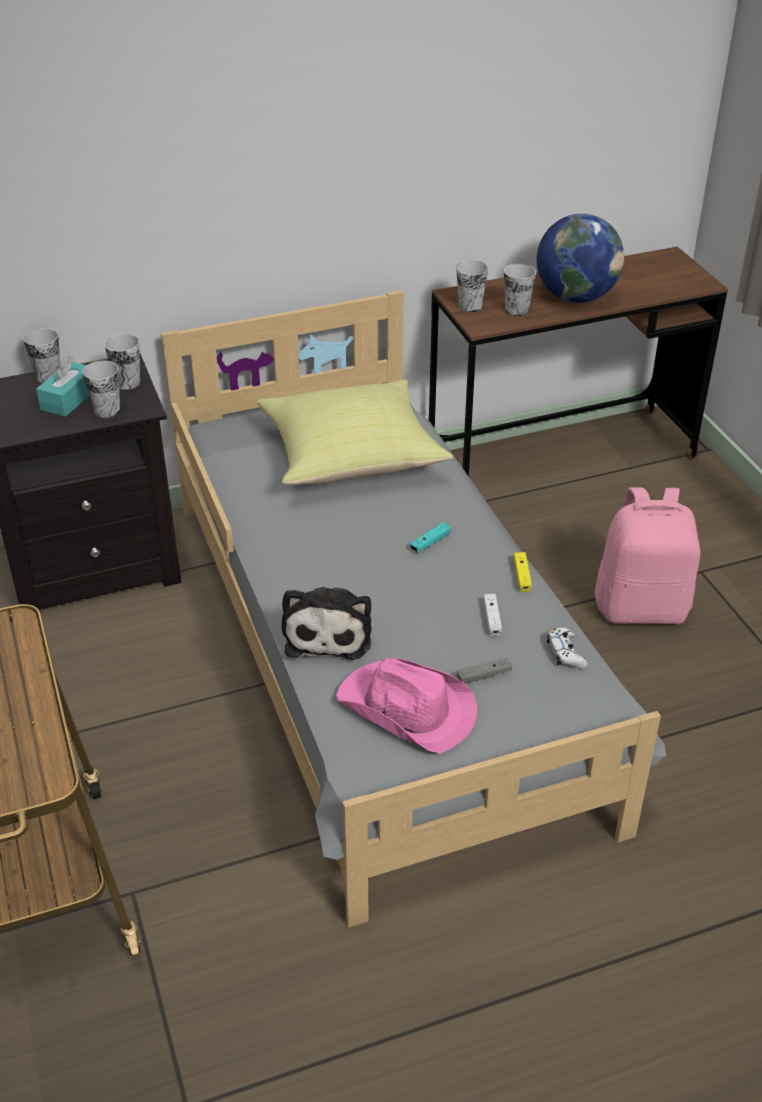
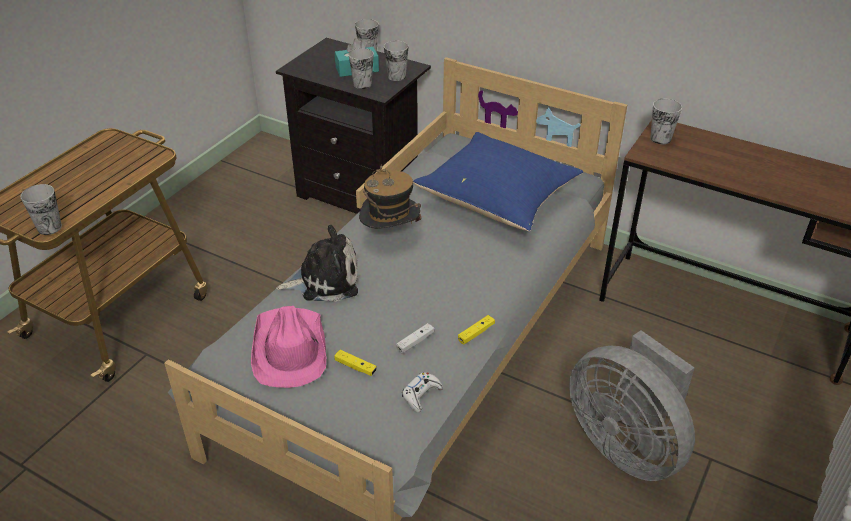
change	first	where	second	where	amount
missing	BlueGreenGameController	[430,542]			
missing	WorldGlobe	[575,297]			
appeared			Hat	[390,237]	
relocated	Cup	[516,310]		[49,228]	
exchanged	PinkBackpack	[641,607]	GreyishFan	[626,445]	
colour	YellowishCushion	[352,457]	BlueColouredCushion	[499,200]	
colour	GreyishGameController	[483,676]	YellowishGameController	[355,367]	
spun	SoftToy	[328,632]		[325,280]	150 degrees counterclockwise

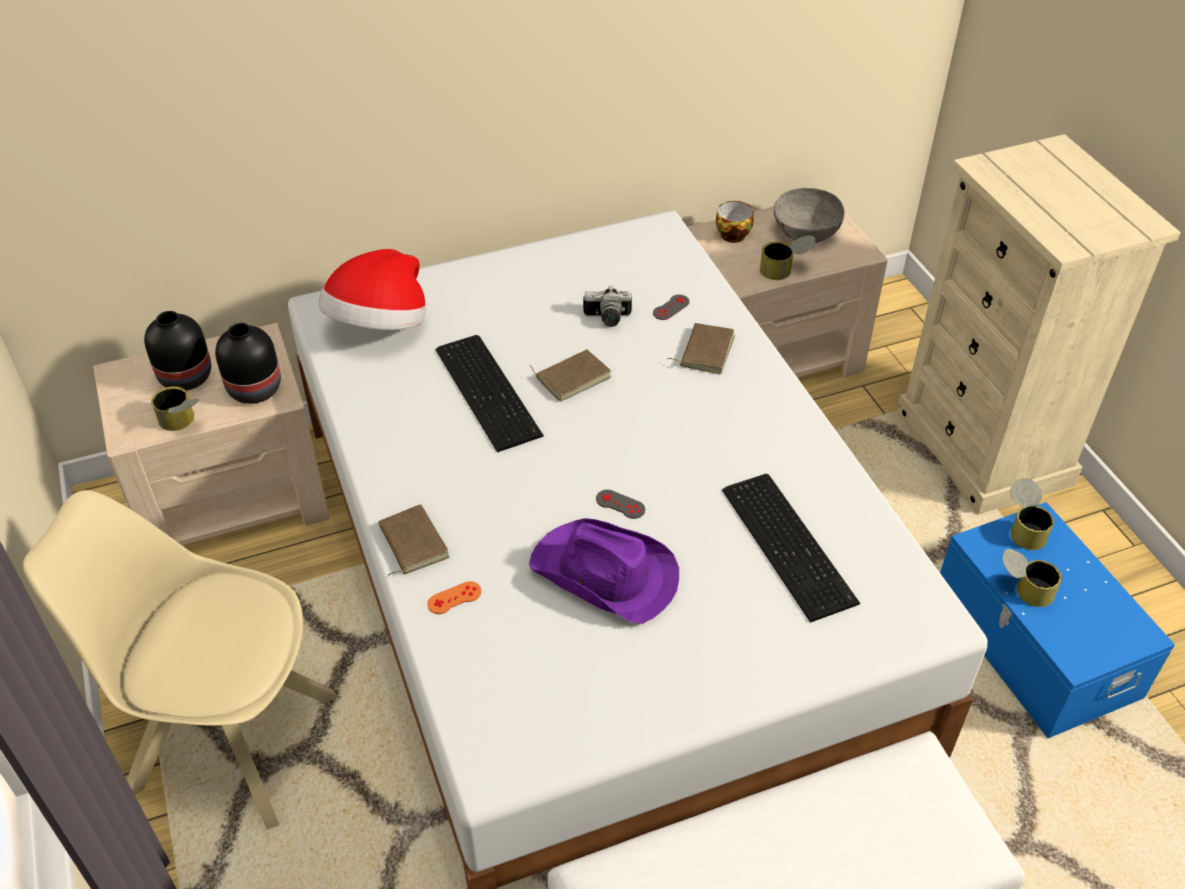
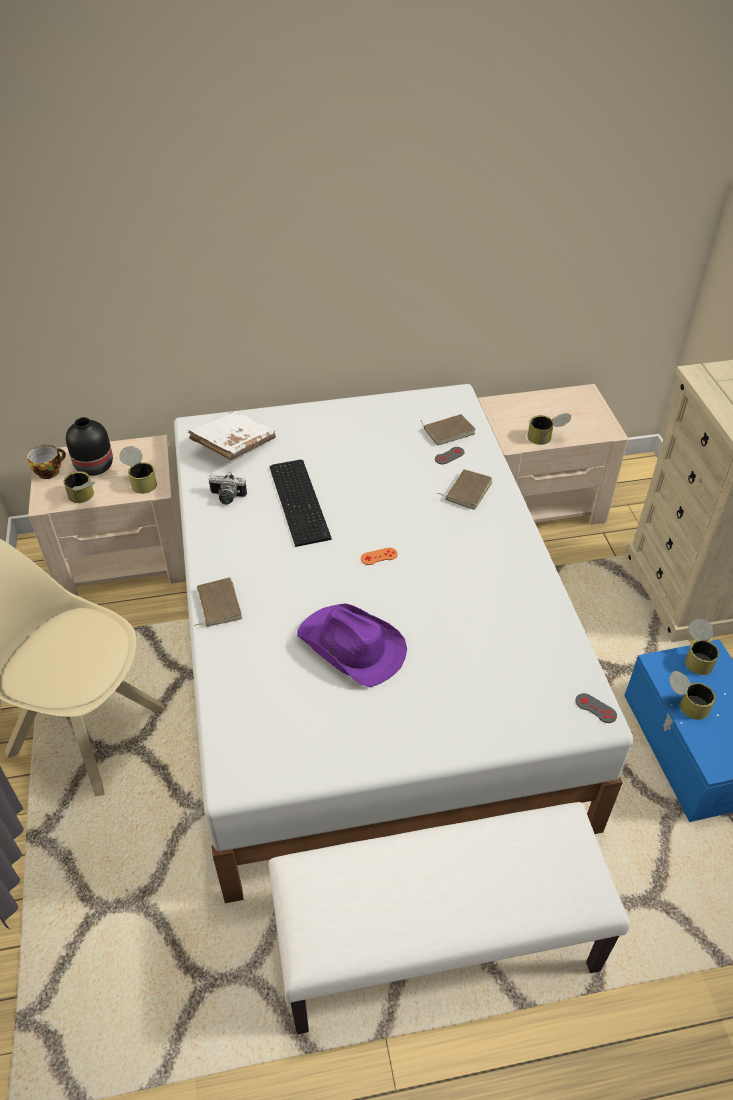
change	first	where	second	where	amount
missing	Keyboard	[790,542]			
missing	GreyishDeepDish	[806,231]			
relocated	OrangeGameController	[454,598]		[379,556]	
relocated	BrownColouredBook	[572,376]		[448,431]	
relocated	PhotoCamera	[607,319]		[226,497]	
relocated	GreyishGameController	[620,504]		[595,708]	
relocated	Cup	[733,233]		[49,471]	
exchanged	BlackDecorativeVase	[256,389]	Can	[140,480]	
exchanged	Hat	[380,326]	WhitishBook	[234,445]	

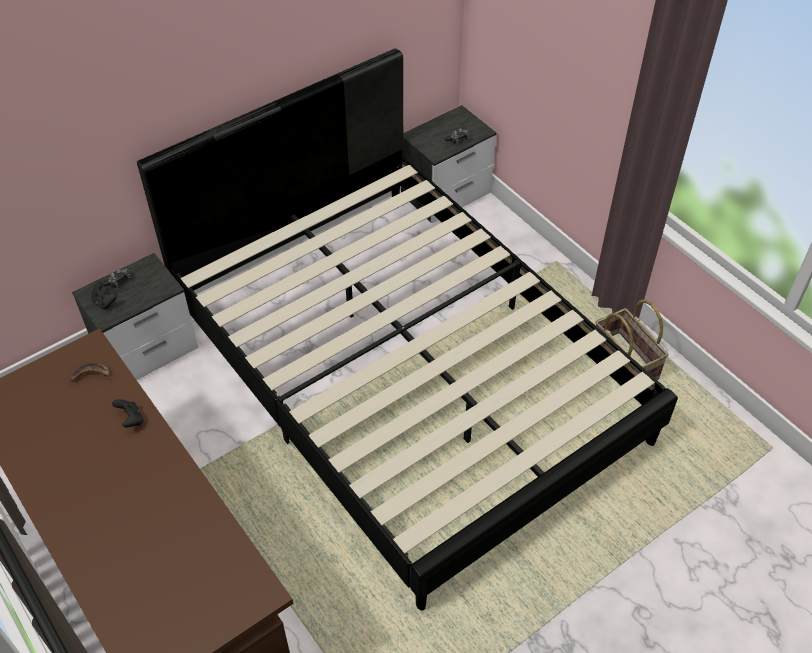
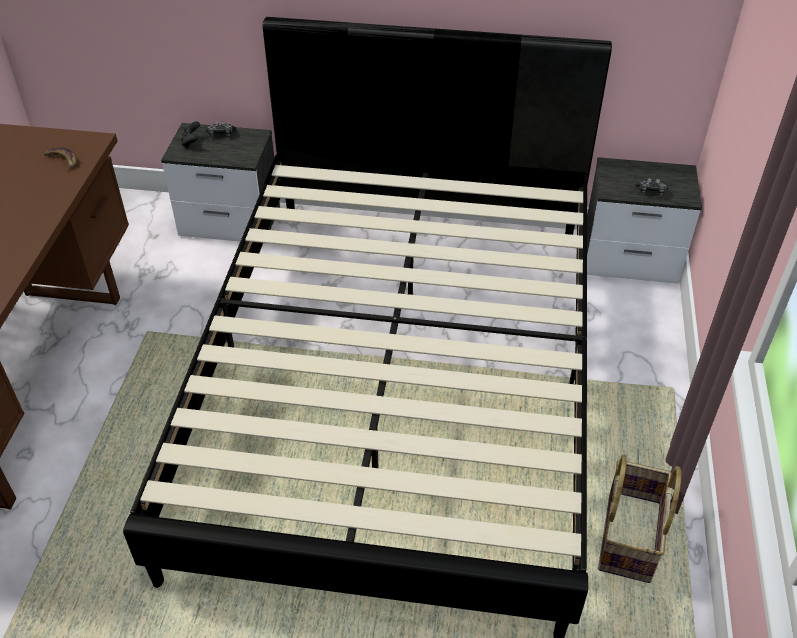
change	first	where	second	where	amount
missing	BlackGameController	[131,419]			

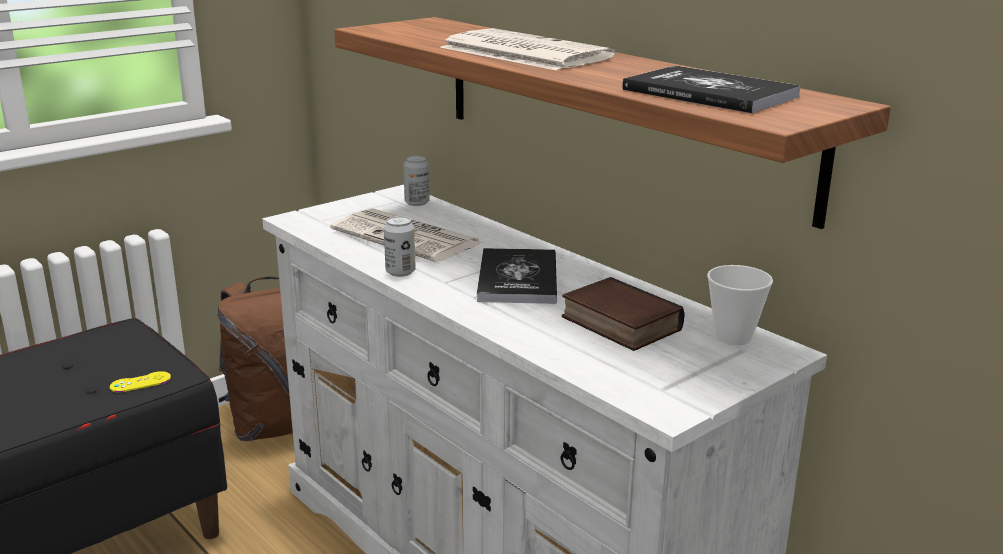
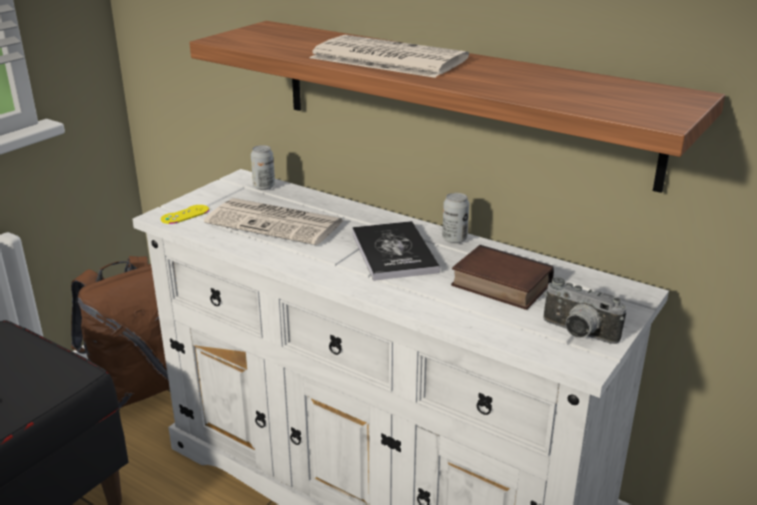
change	first	where	second	where	amount
missing	Book	[709,93]			
missing	Cup	[733,337]			
appeared			PhotoCamera	[577,334]	
relocated	YellowishGameController	[140,382]		[185,214]	
relocated	Can	[400,272]		[454,239]	

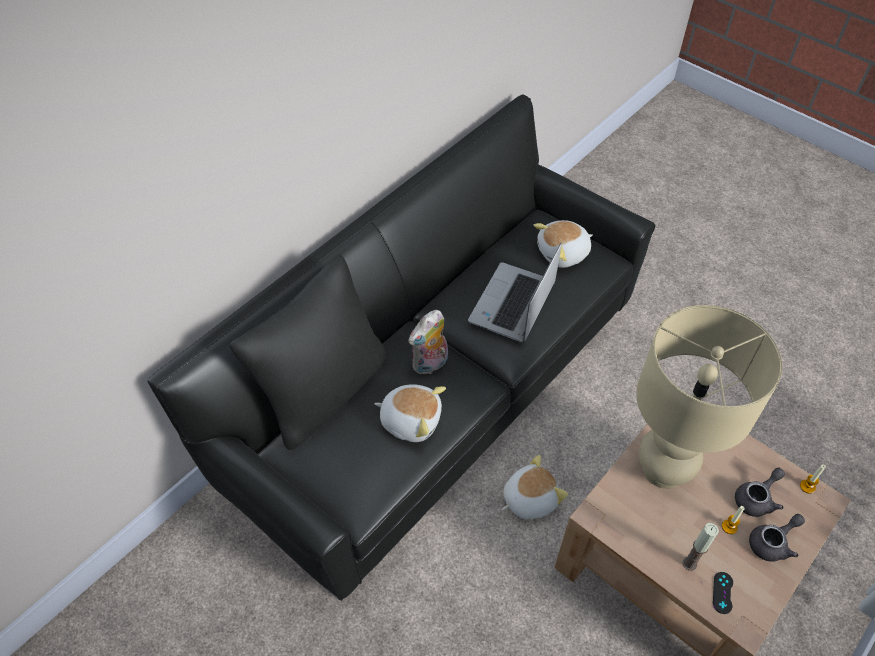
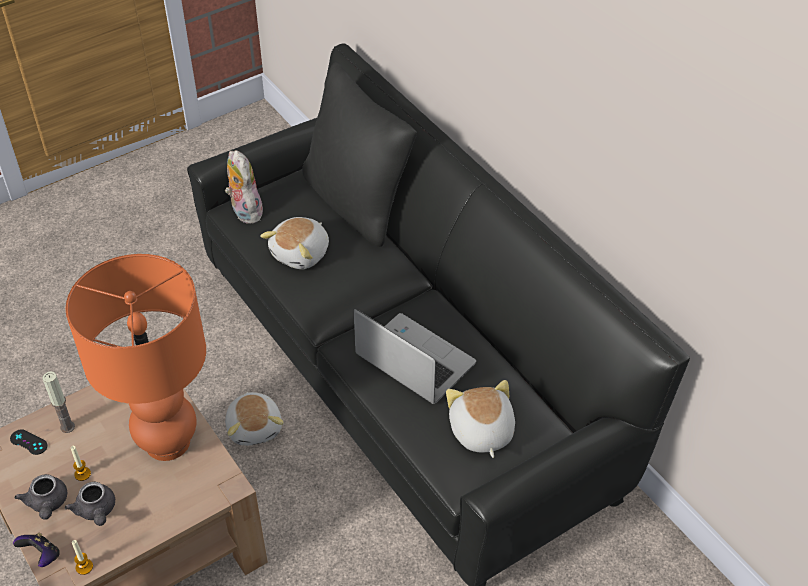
change	first	where	second	where	amount
appeared			GameController	[42,556]	
relocated	SoftToy	[430,365]		[244,211]	
colour	BeigeColouredTableLamp	[663,469]	OrangeTableLamp	[168,442]	

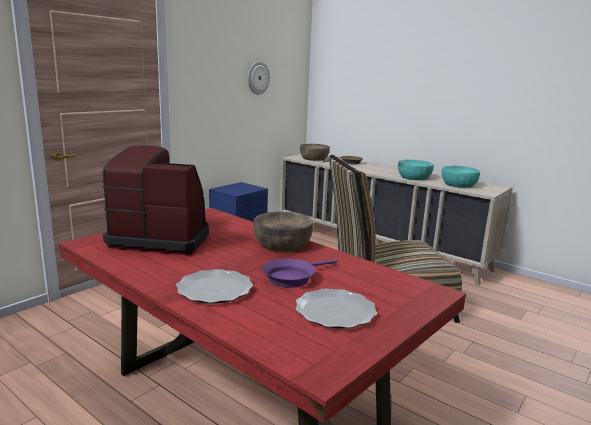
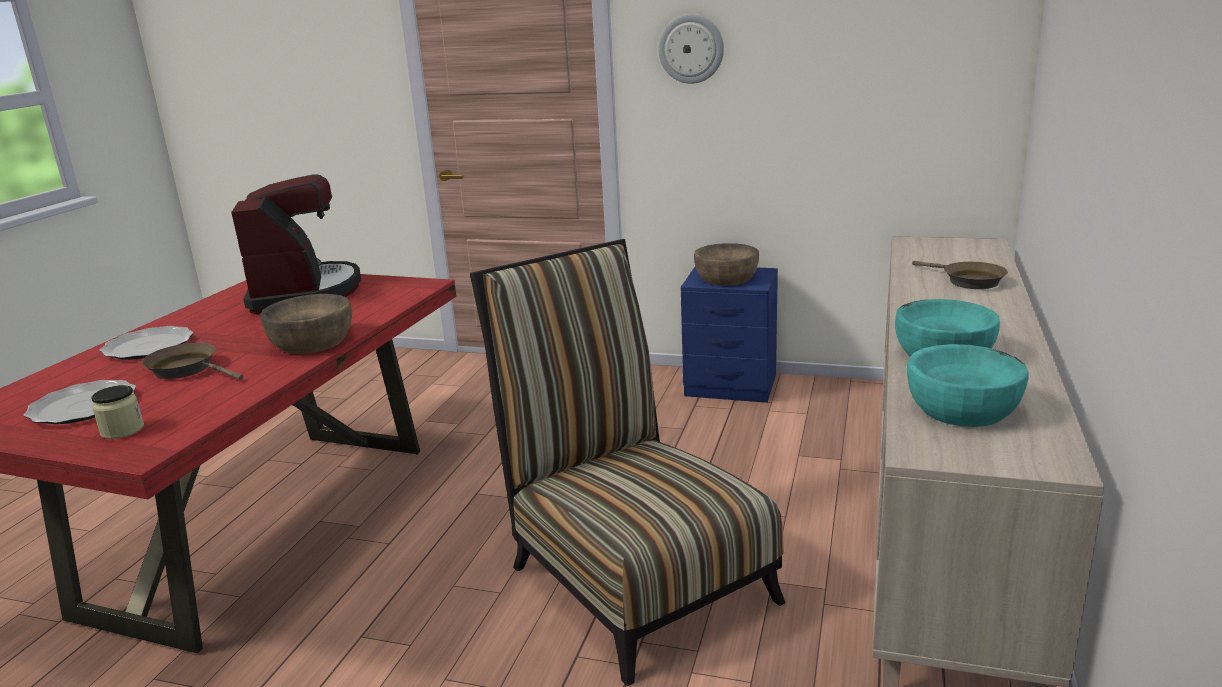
change	first	where	second	where	amount
appeared			Jar	[122,430]	
relocated	HangingClock	[258,78]		[691,49]	
relocated	BrownColouredDeepDish	[314,158]		[726,278]	
colour	PurpleColouredPan	[292,277]	BrownColouredPan	[188,369]	

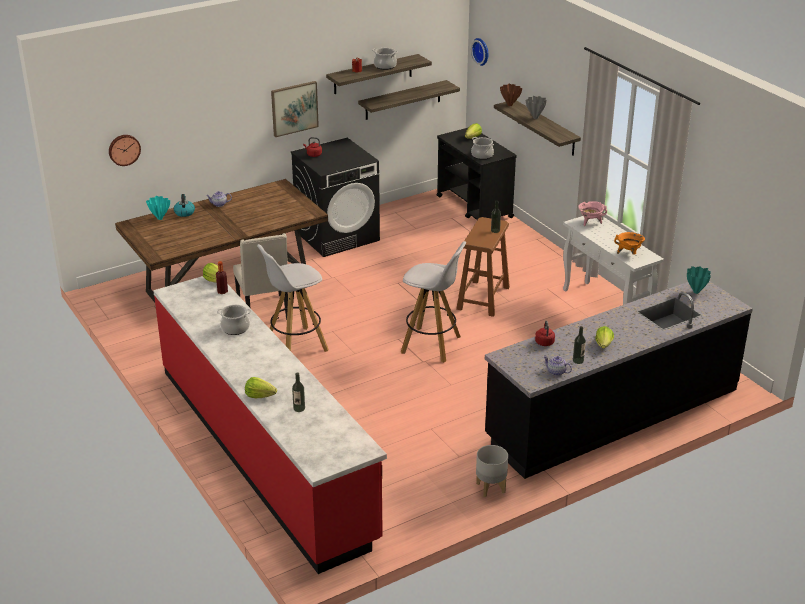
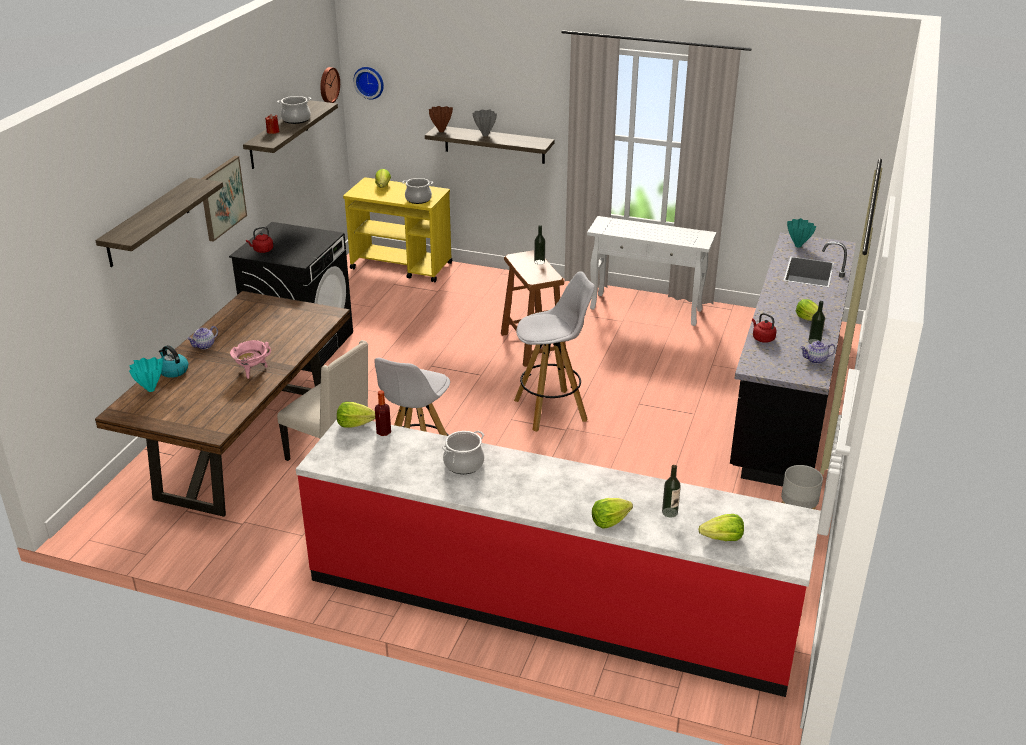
change	first	where	second	where	amount
missing	OrangeCookingPot	[628,253]			
appeared			LettuceHead	[722,539]	
relocated	HangingClock	[124,149]		[328,85]	
relocated	WallShelf	[403,100]		[148,222]	
relocated	PinkCookingPot	[590,222]		[252,371]	
colour	BlackCart	[474,207]	YellowishCart	[402,266]	

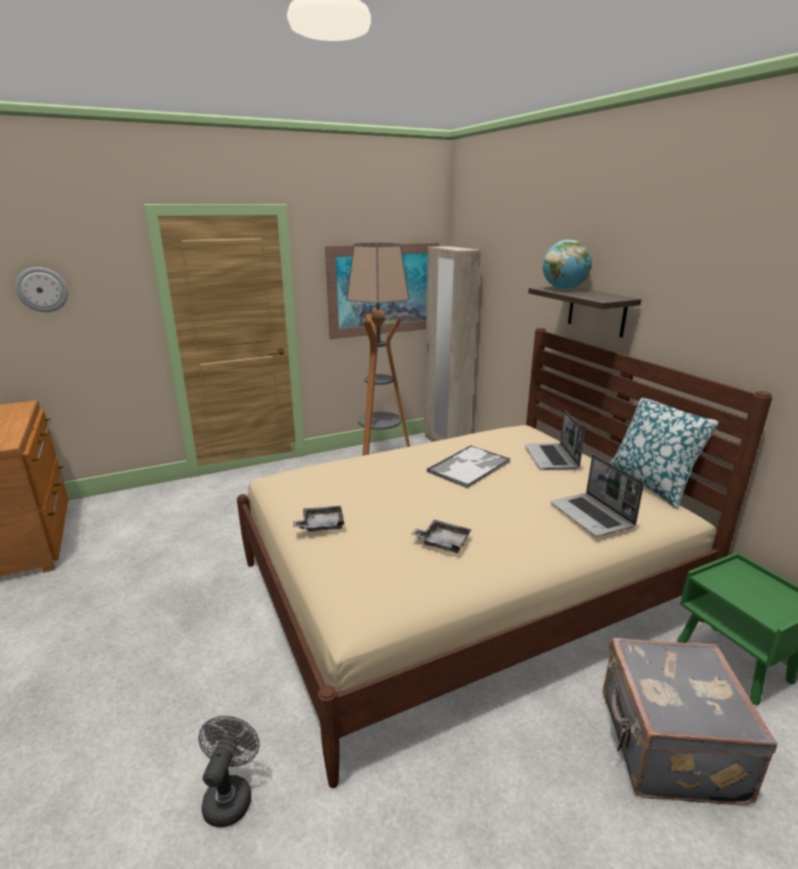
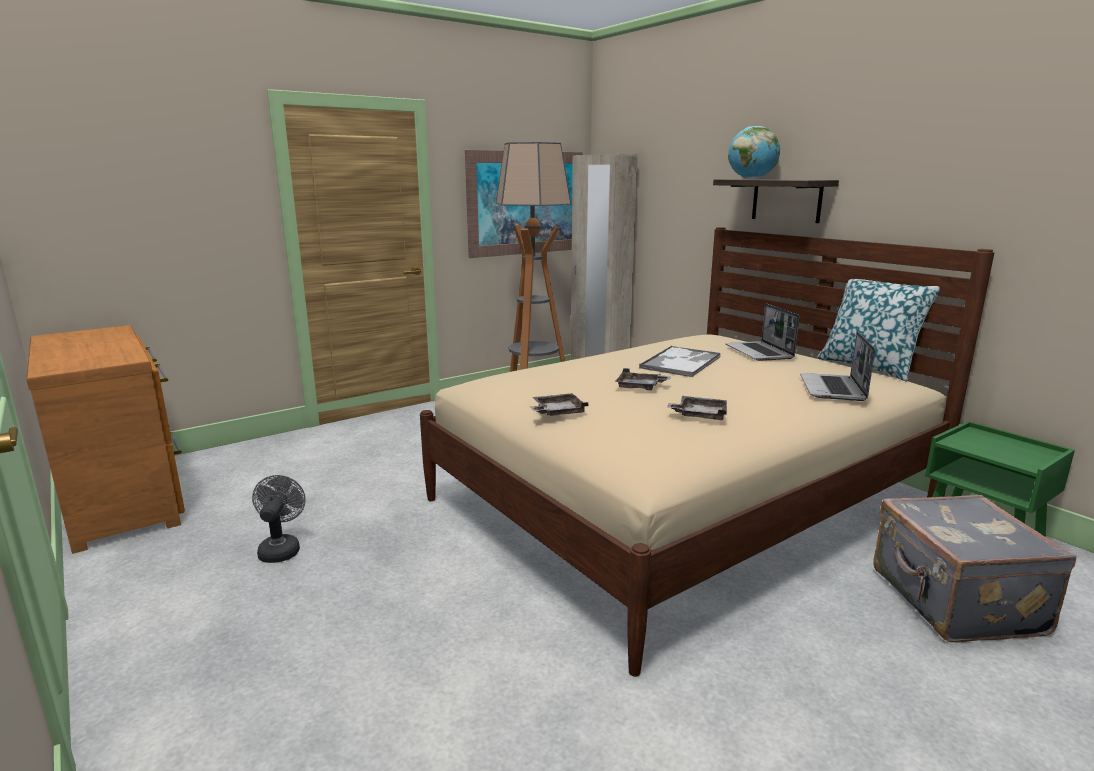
change	first	where	second	where	amount
missing	HangingClock	[42,289]			
appeared			GreyishCarryingTray	[640,387]	
relocated	GreyishFan	[230,795]		[281,549]	
spun	Laptop	[592,516]		[833,389]	45 degrees clockwise

